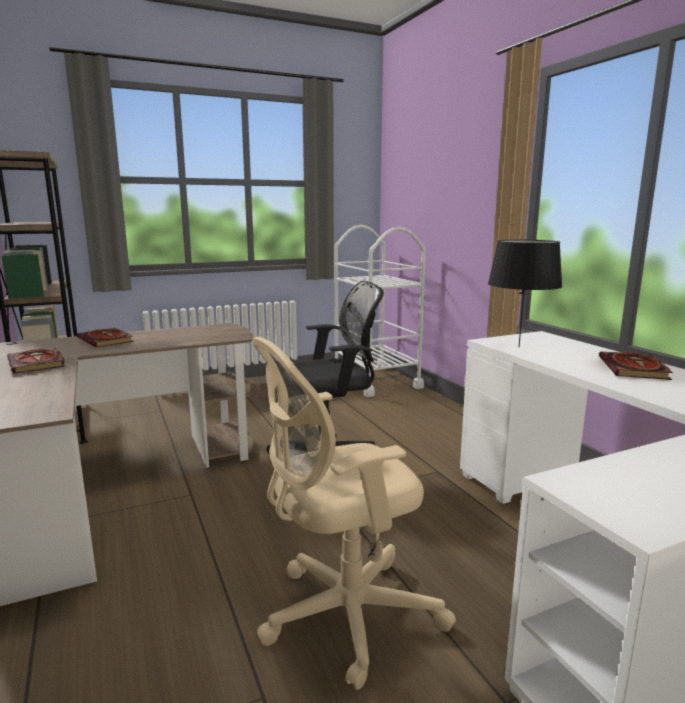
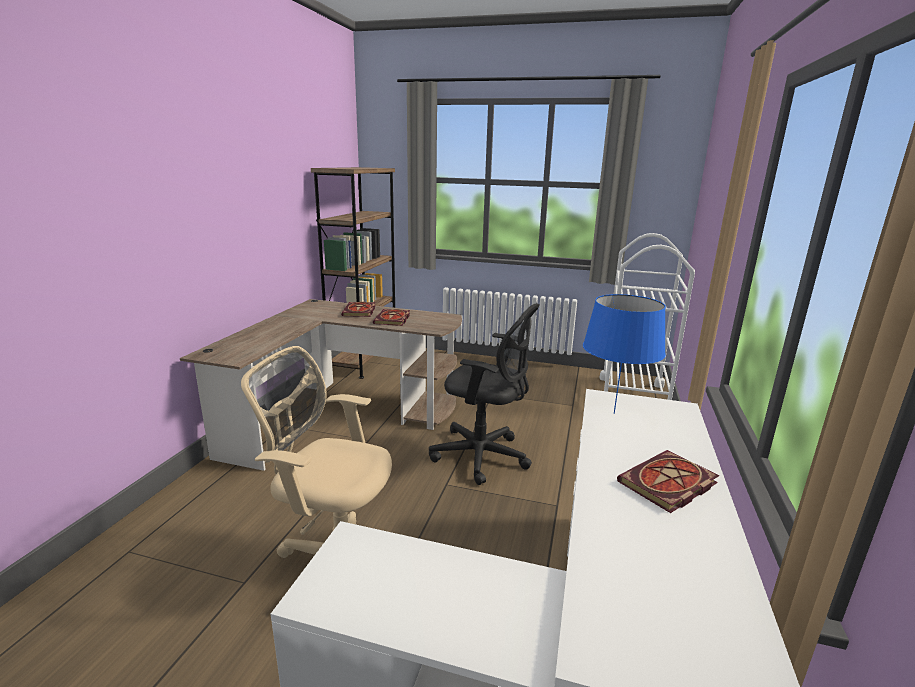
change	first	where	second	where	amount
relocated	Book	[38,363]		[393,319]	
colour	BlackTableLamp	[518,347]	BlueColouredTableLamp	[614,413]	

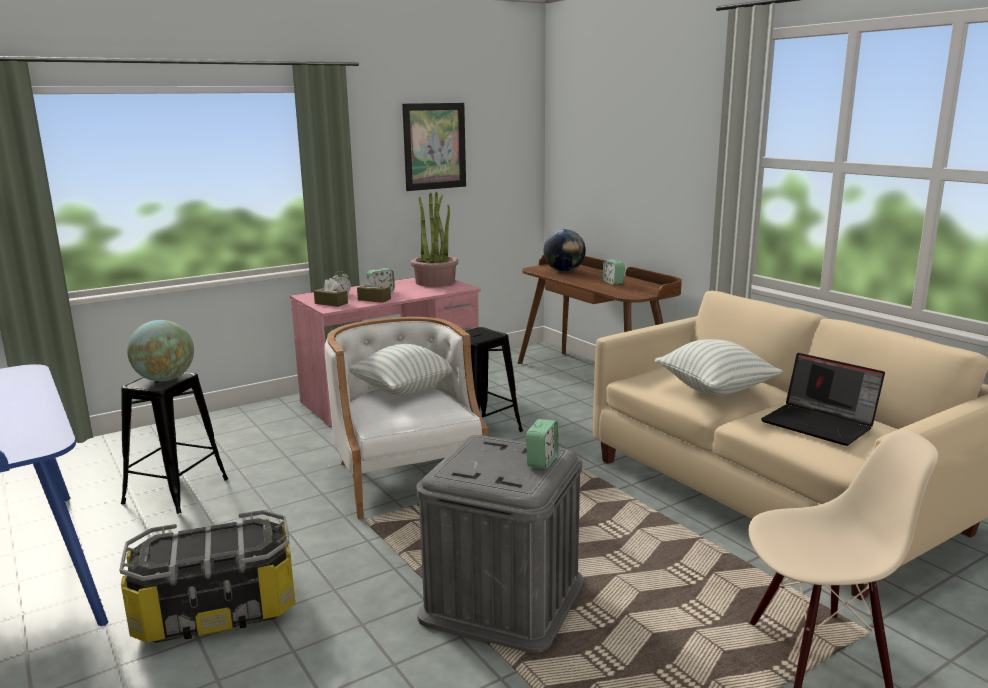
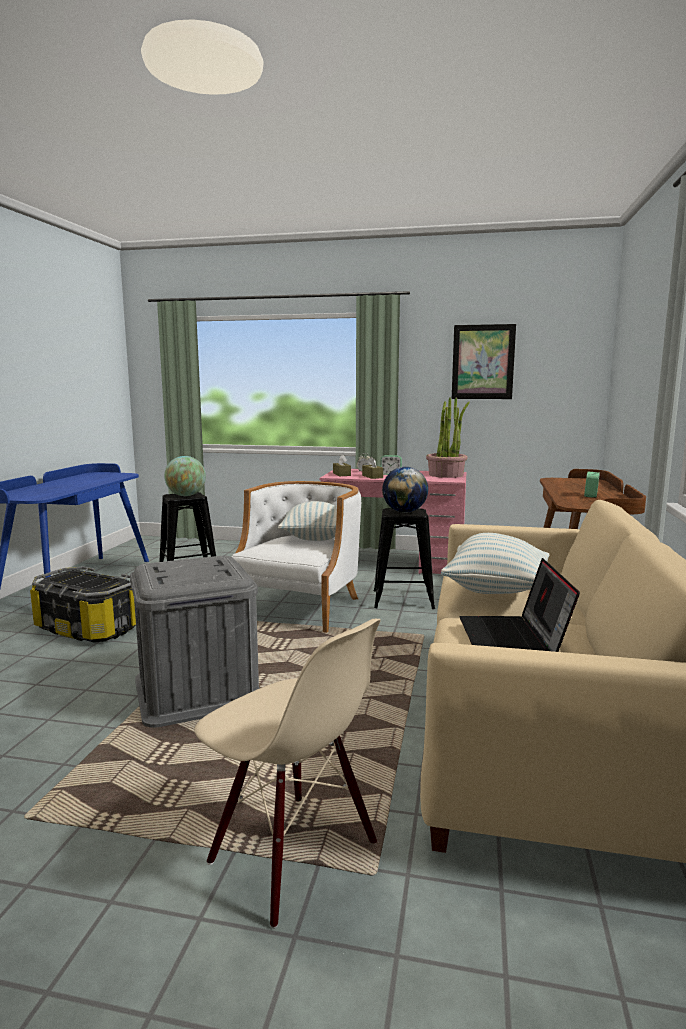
change	first	where	second	where	amount
missing	TableClock	[542,461]			
relocated	WorldGlobe	[564,271]		[404,512]	

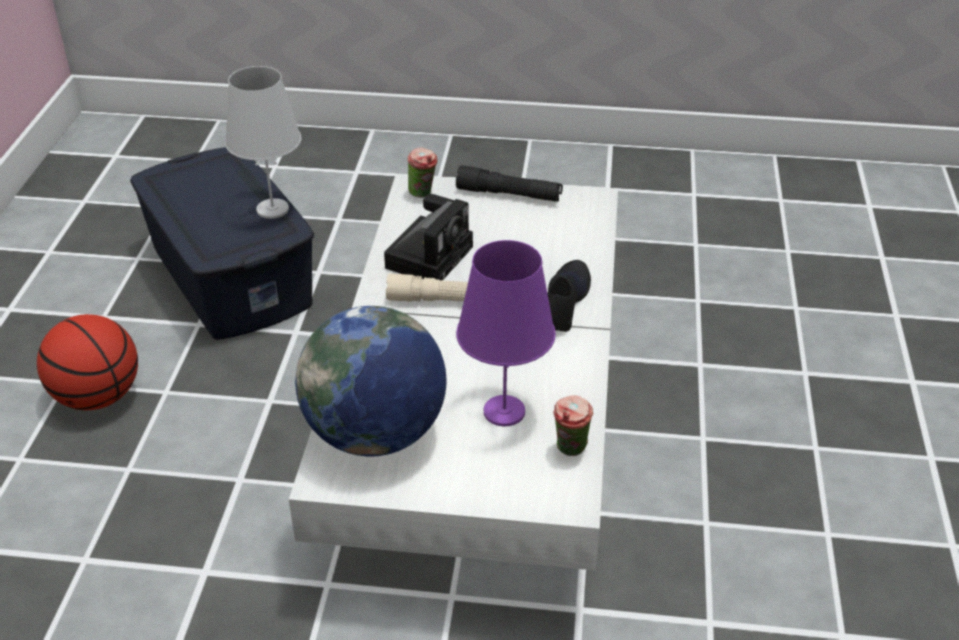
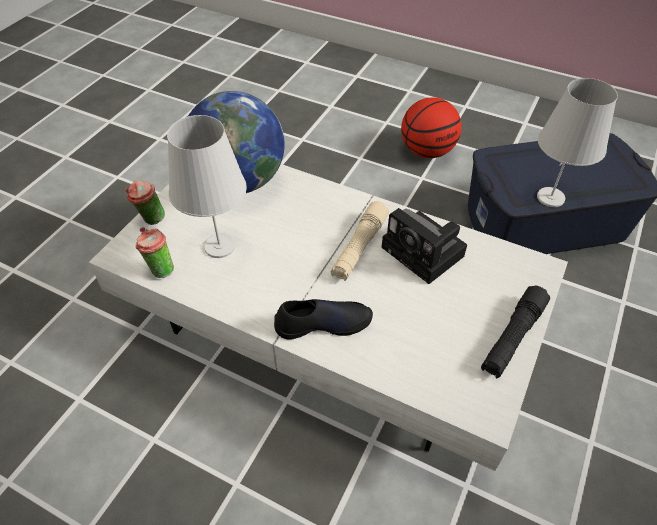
change	first	where	second	where	amount
relocated	Cup	[423,194]		[150,220]	
colour	PurpleColouredTableLamp	[505,411]	WhitishTableLamp	[219,246]	
spun	BlackShoe	[564,302]		[323,323]	45 degrees counterclockwise

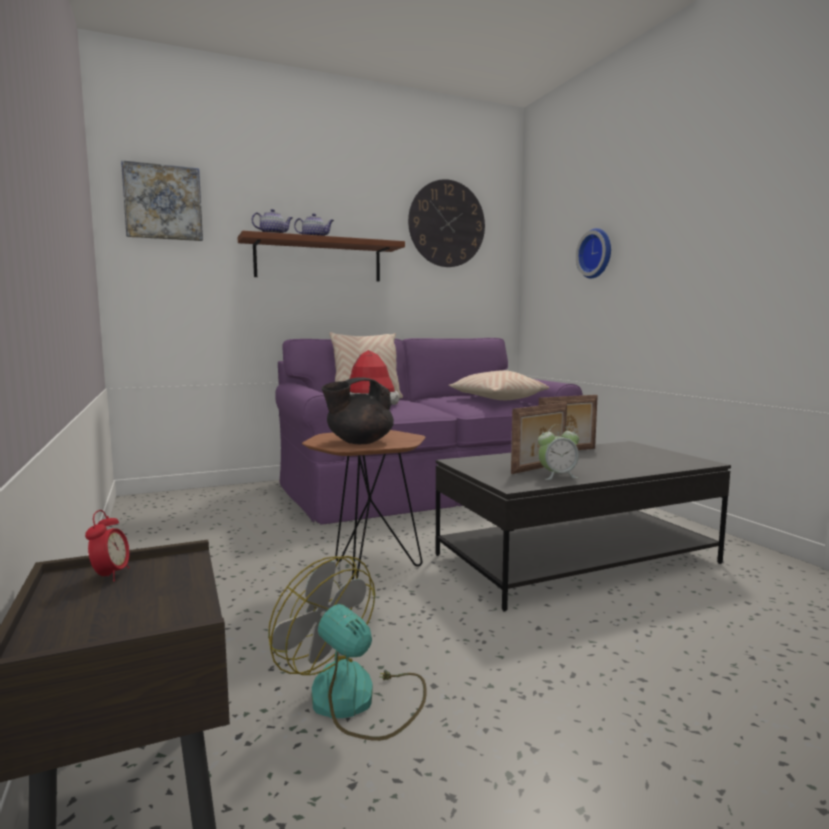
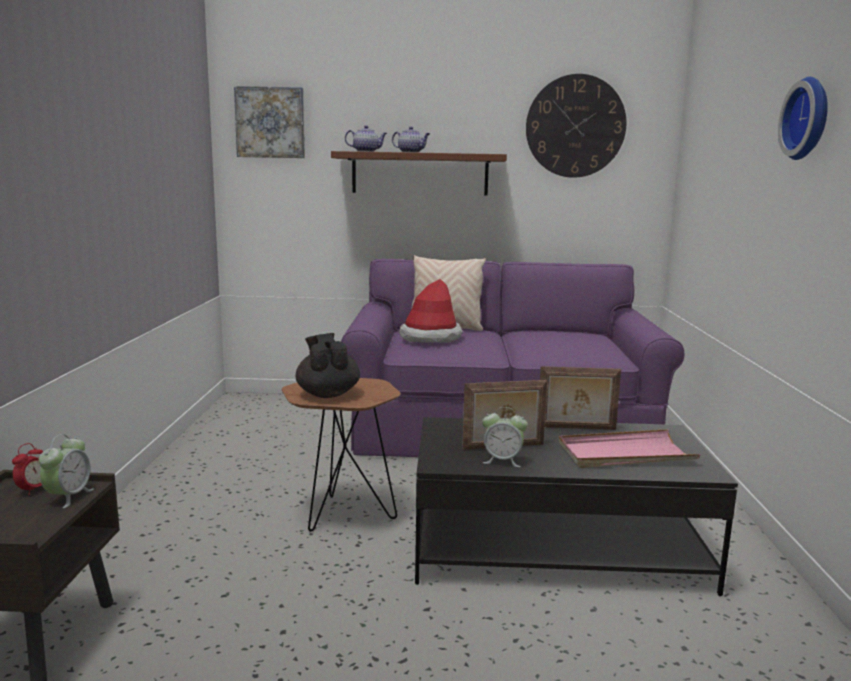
change	first	where	second	where	amount
missing	Fan	[356,700]			
missing	BeigeColouredCushion	[497,400]			
appeared			TableClock	[68,497]	
appeared			PinkCarryingTray	[624,454]	
relocated	HangingClock	[597,253]		[809,119]	
spun	BlackPotForTea	[359,442]		[327,394]	75 degrees clockwise

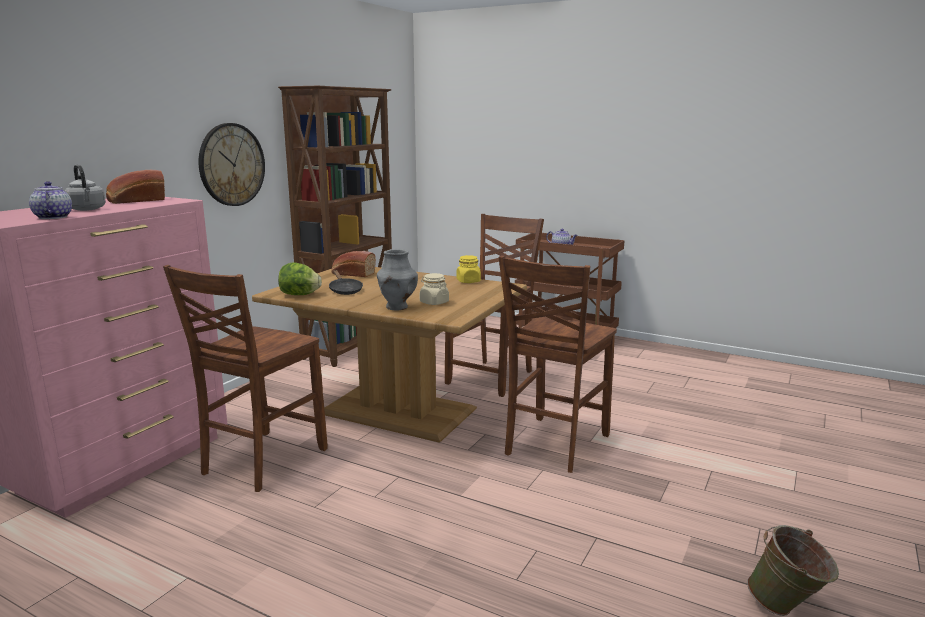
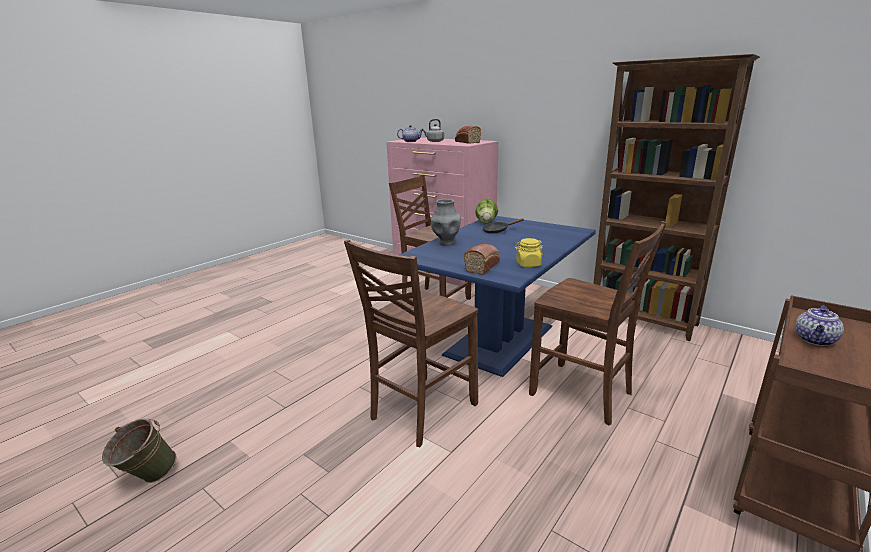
change	first	where	second	where	amount
missing	HangingClock	[231,164]			
missing	BeigeColouredJar	[434,302]			
relocated	Bread	[352,274]		[483,266]	
colour	BrownColouredDinnerTable	[397,412]	BlueColouredDinnerTable	[498,340]	
spun	BrownColouredUprightChair	[554,445]		[421,411]	90 degrees counterclockwise

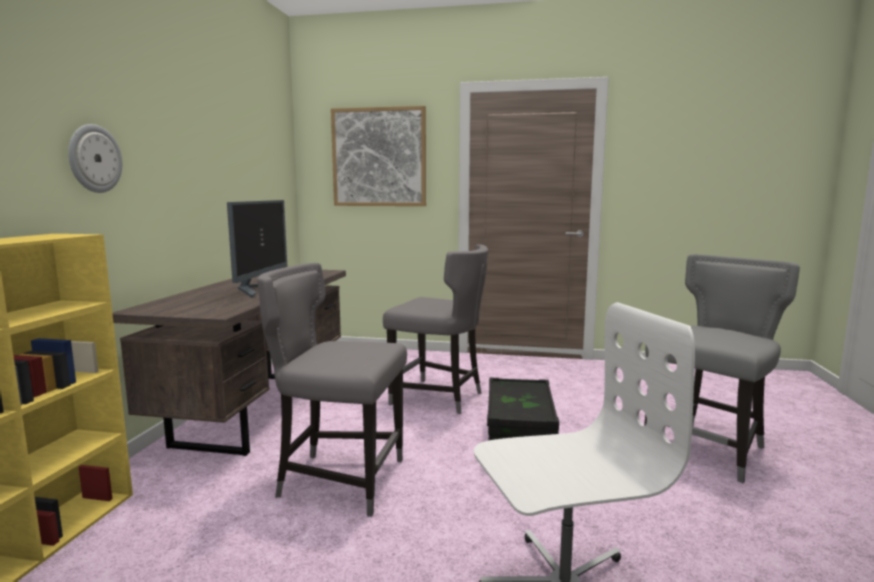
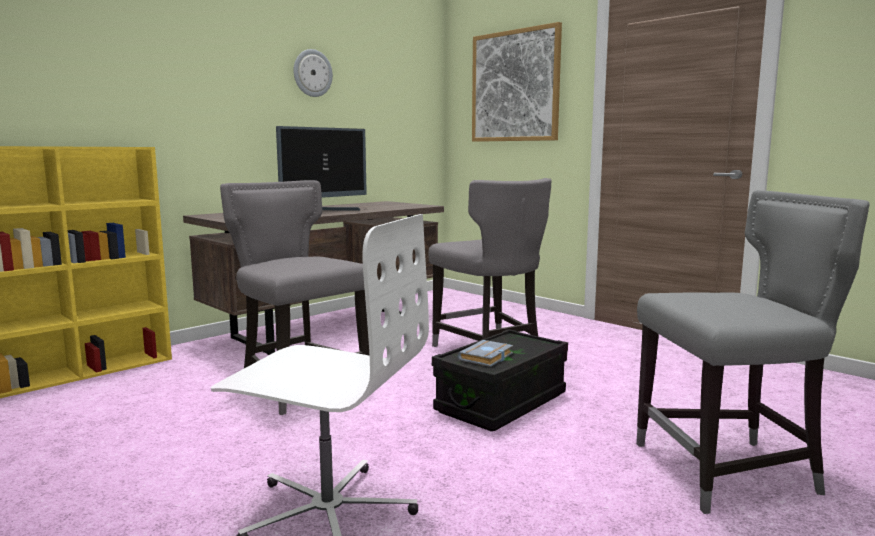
change	first	where	second	where	amount
appeared			GreyishBook	[487,358]	
relocated	HangingClock	[94,159]		[312,73]	

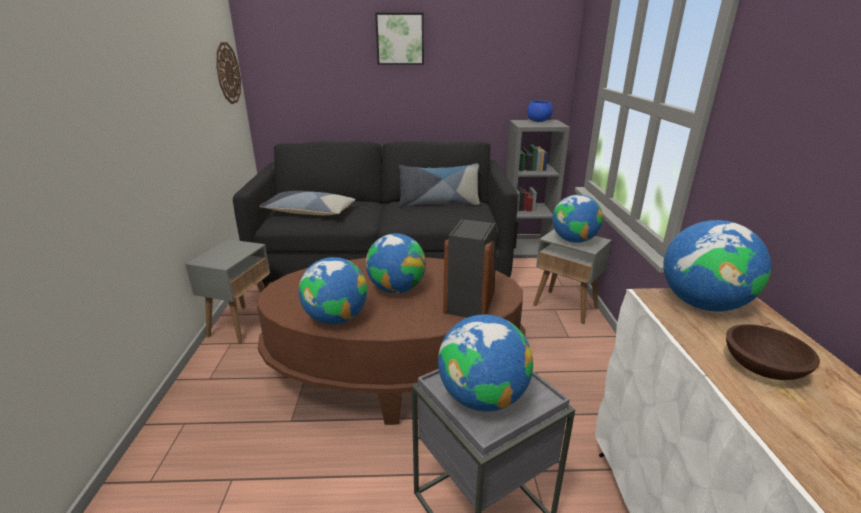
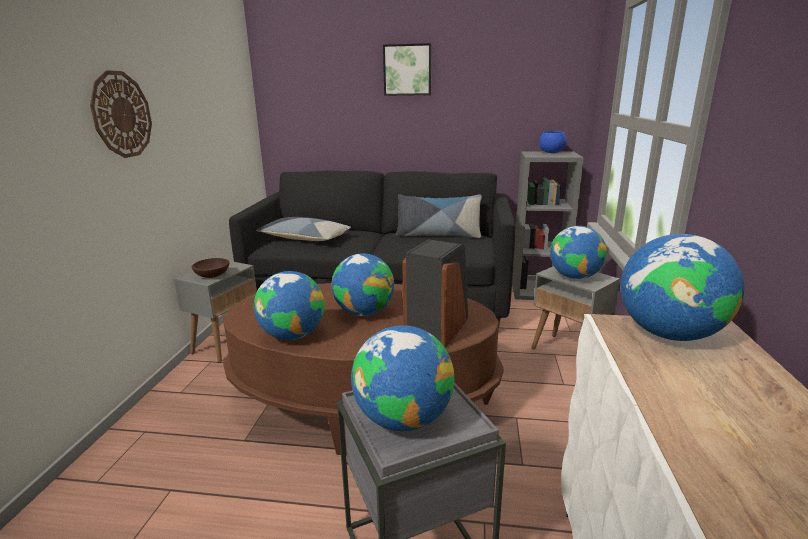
change	first	where	second	where	amount
relocated	HangingClock	[227,73]		[121,115]	
relocated	BrownColouredDeepDish	[761,368]		[211,276]	

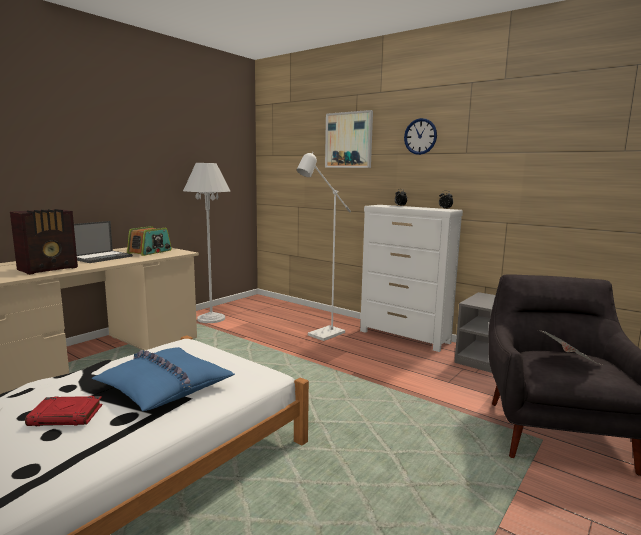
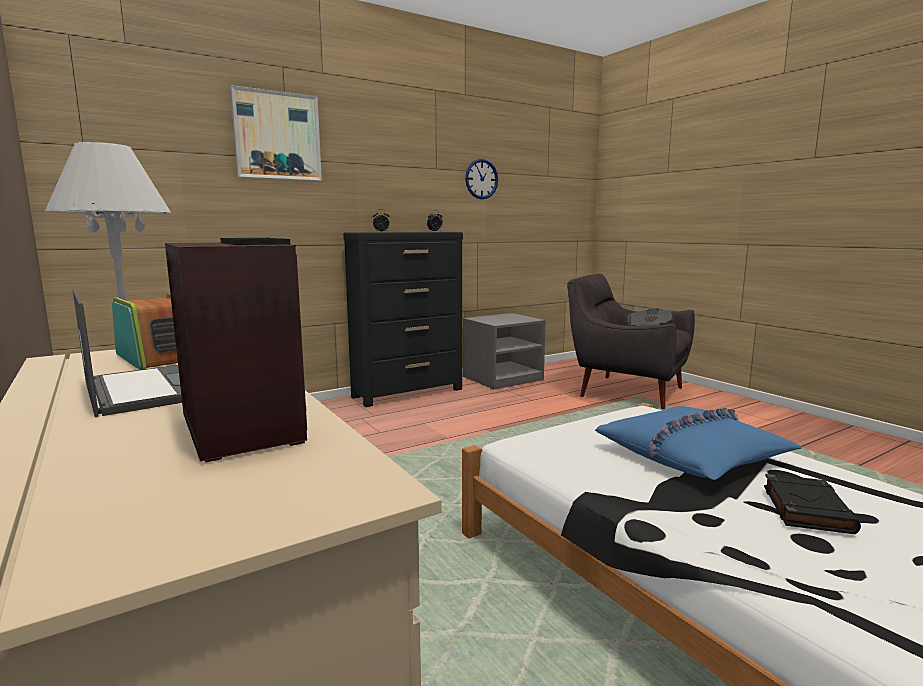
change	first	where	second	where	amount
missing	WhitishStandingLamp	[322,335]			
relocated	HangingClock	[420,136]		[481,179]	
colour	RedColouredBook	[67,415]	BlackBook	[805,508]	
colour	WhitishChestOfDrawers	[404,337]	BlackChestOfDrawers	[409,393]	

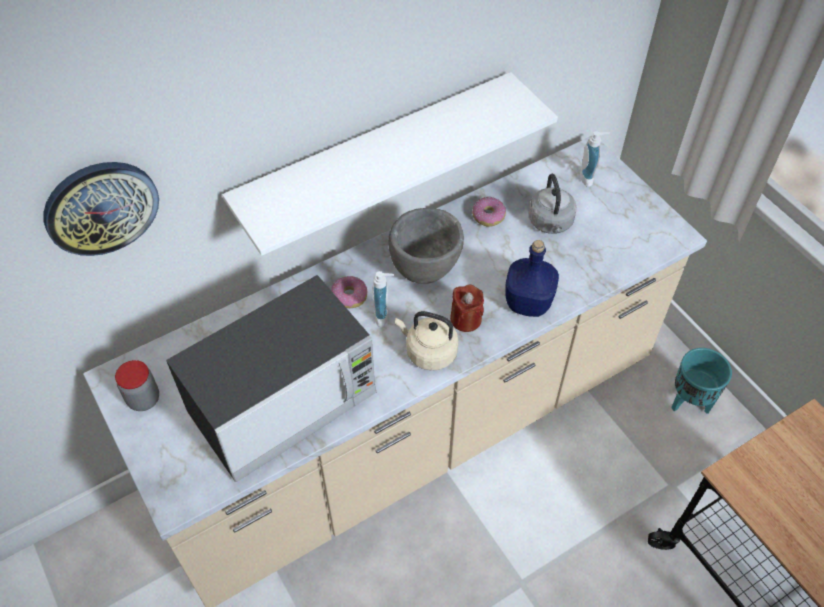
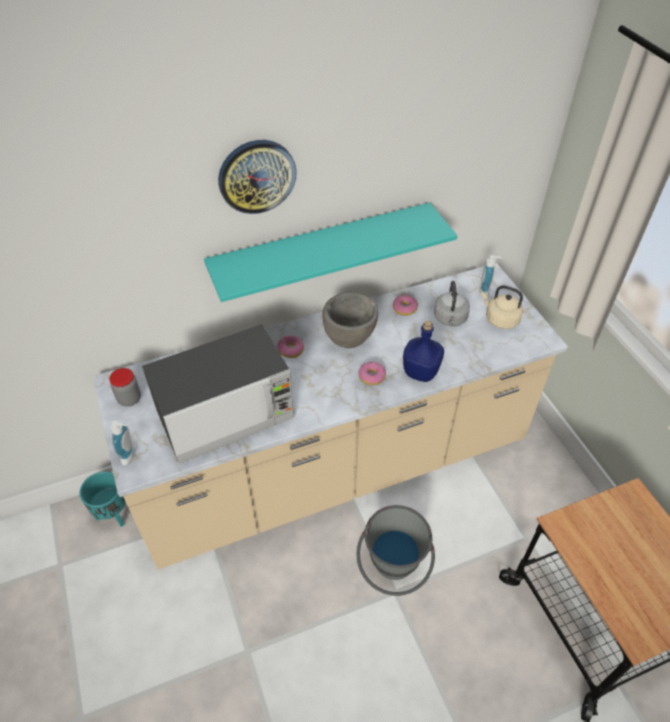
change	first	where	second	where	amount
appeared			GreyishWaterBucket	[393,569]	
relocated	HangingClock	[101,207]		[257,176]	
relocated	SoapBottle	[384,316]		[131,456]	
relocated	BeigeColouredWaterKettle	[428,352]		[500,319]	
relocated	BlueGreenPlantPot	[689,402]		[113,515]	
exchanged	RedColouredWaxCandle	[465,319]	Doughnut	[371,377]	
colour	WhitishWallShelf	[375,157]	BlueGreenWallShelf	[322,251]	

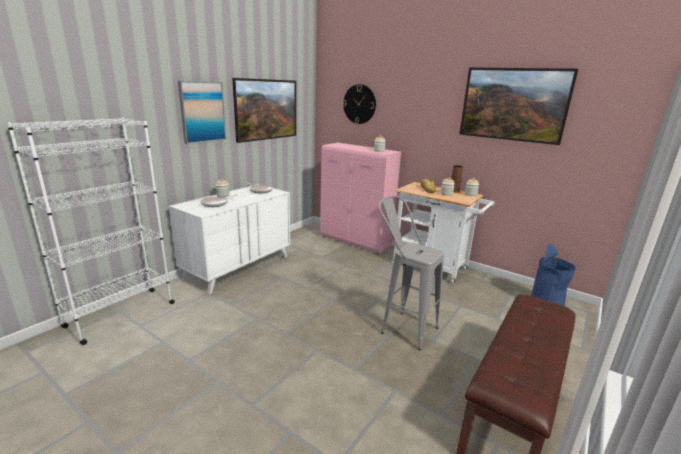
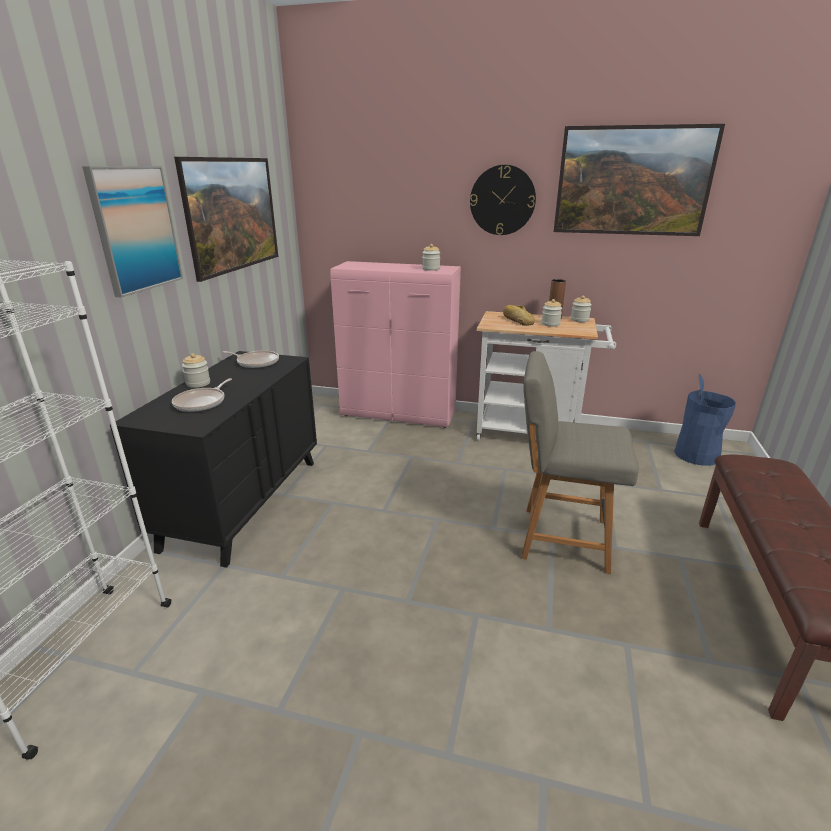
change	first	where	second	where	amount
relocated	HangingClock	[359,104]		[502,200]	
exchanged	GreyishStoolSeat	[401,327]	GreyishUprightChair	[560,538]	
colour	WhitishChestOfDrawers	[238,267]	BlackChestOfDrawers	[244,502]	

